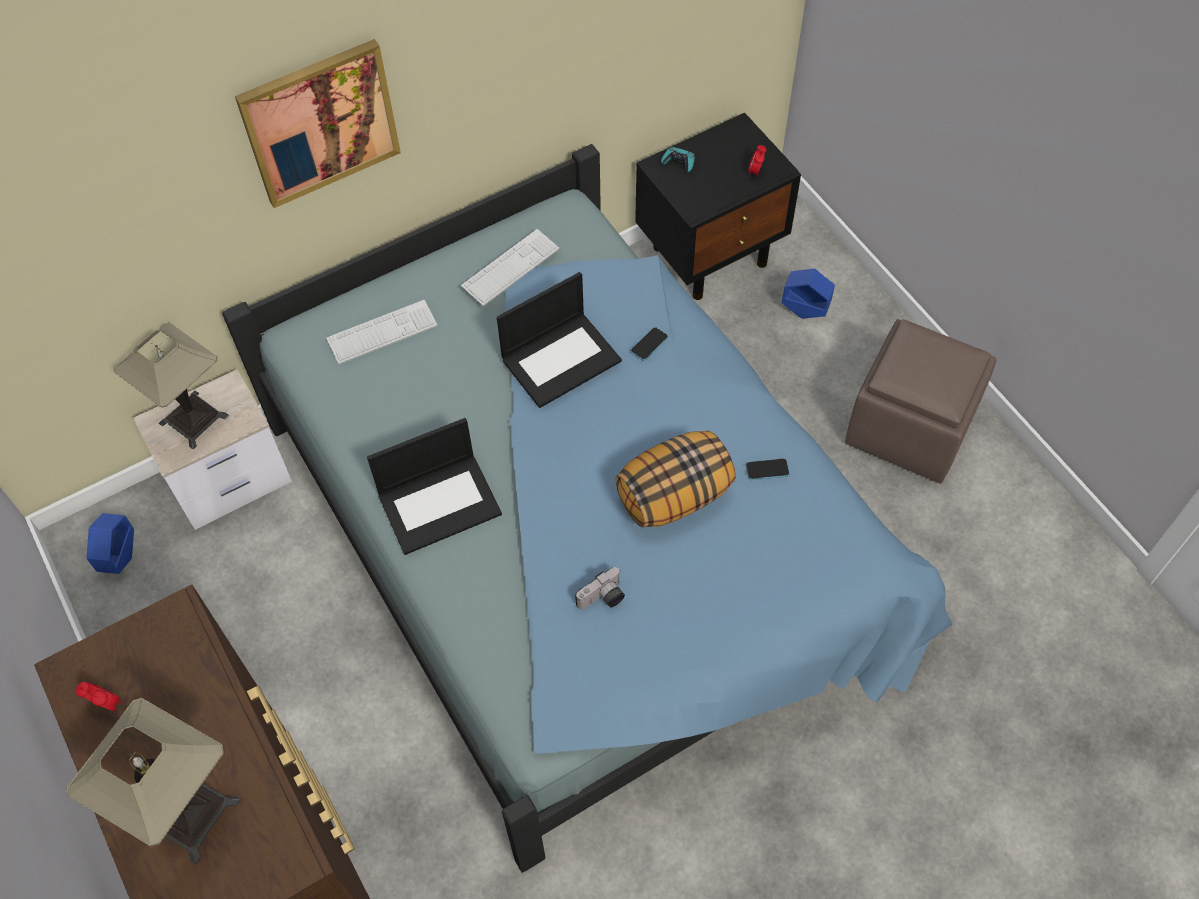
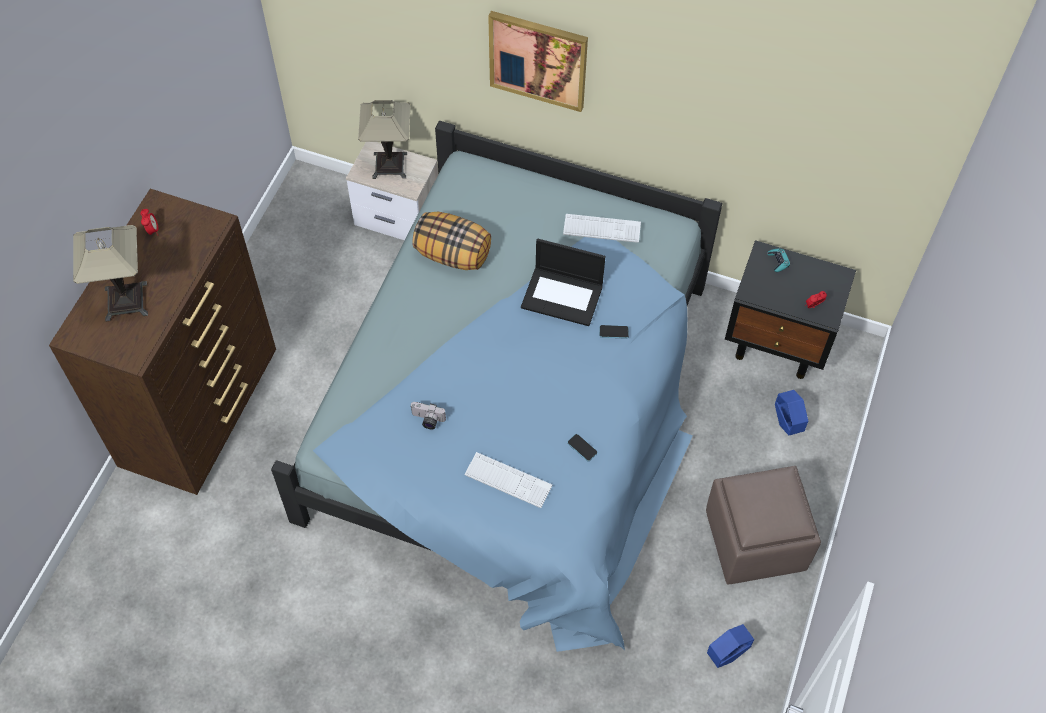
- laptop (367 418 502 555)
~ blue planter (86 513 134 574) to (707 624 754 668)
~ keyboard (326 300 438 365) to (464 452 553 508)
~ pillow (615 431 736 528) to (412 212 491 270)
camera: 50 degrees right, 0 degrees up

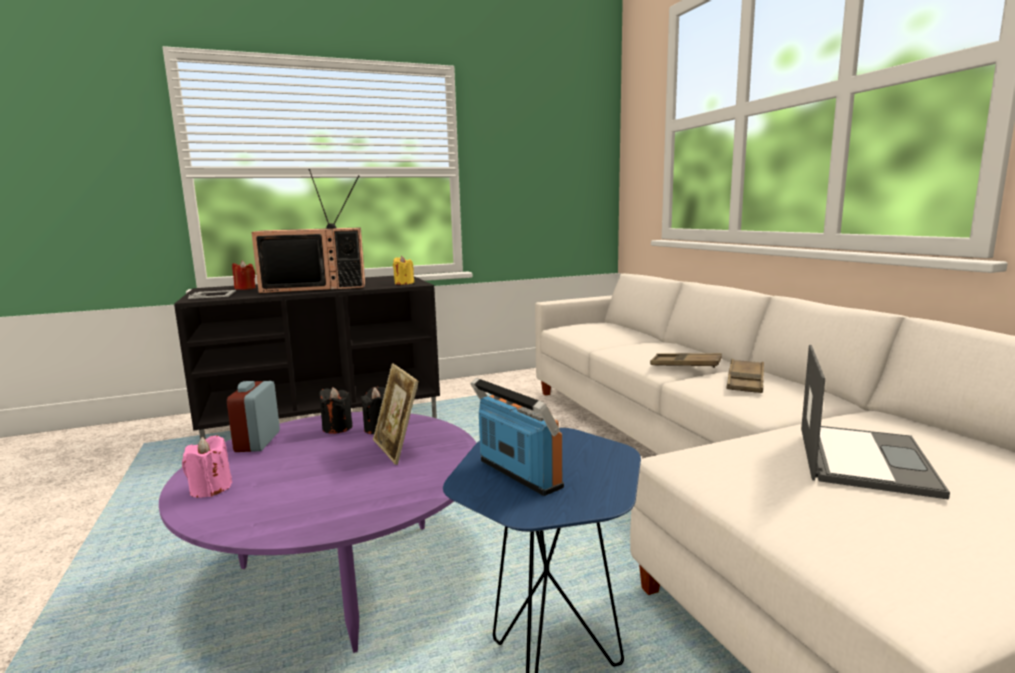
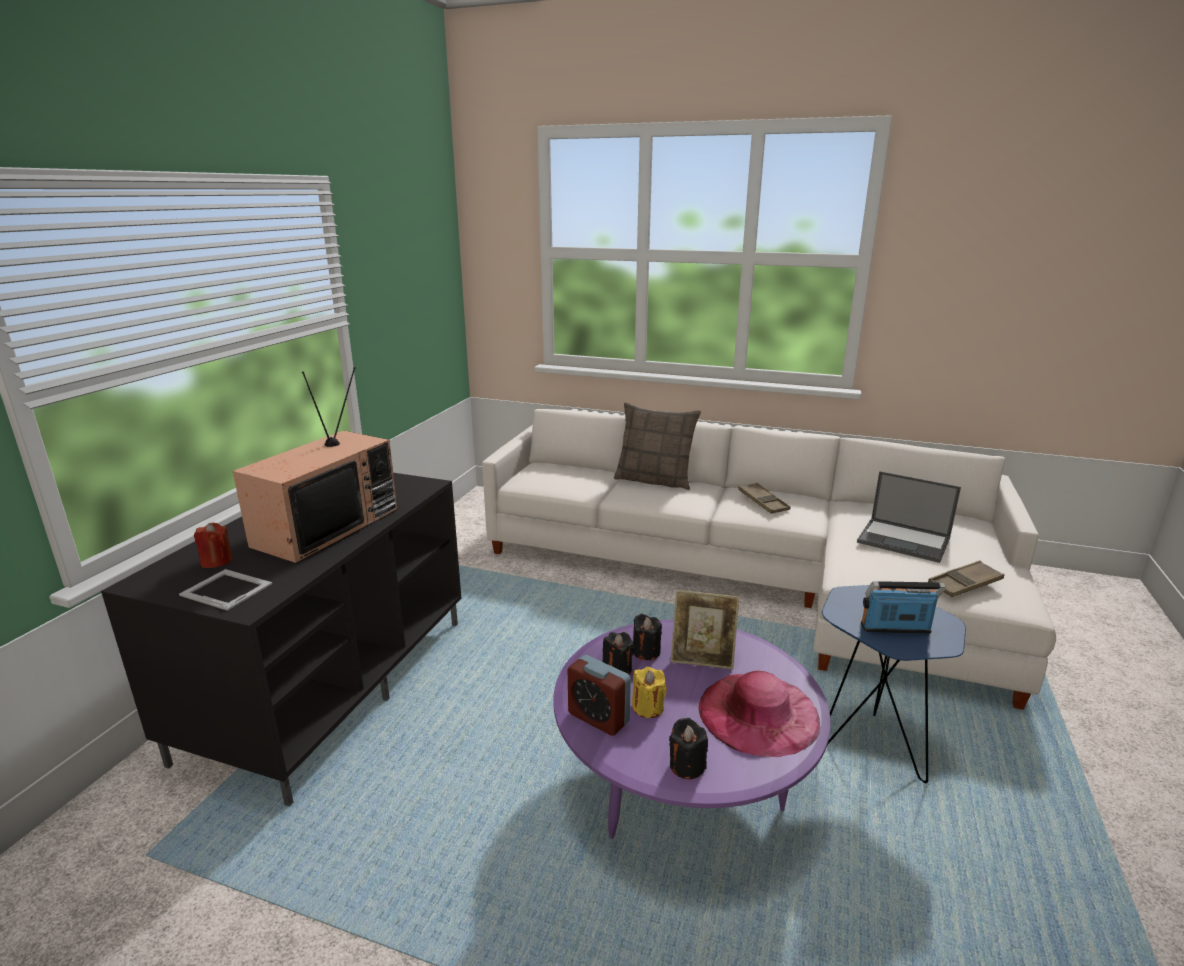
+ pillow (614 402 701 490)
+ pink hat (698 671 820 757)
~ yellow candle (393 256 414 285) to (632 667 667 718)
~ brown tray (650 353 722 368) to (928 560 1004 597)
~ pink candle (182 435 232 498) to black candle (669 718 708 780)
~ laptop (801 345 950 500) = (857 471 961 563) 150 degrees clockwise
camera: 50 degrees left, 10 degrees up

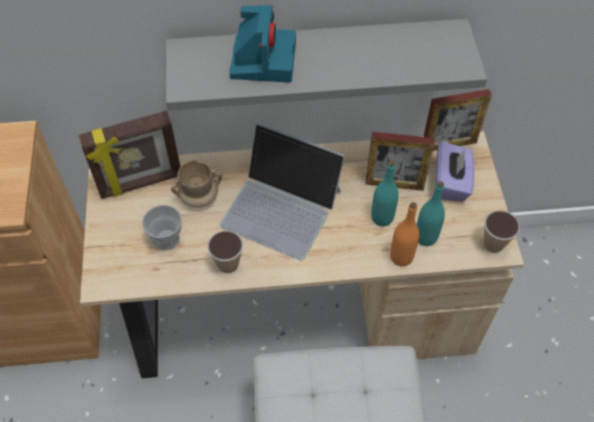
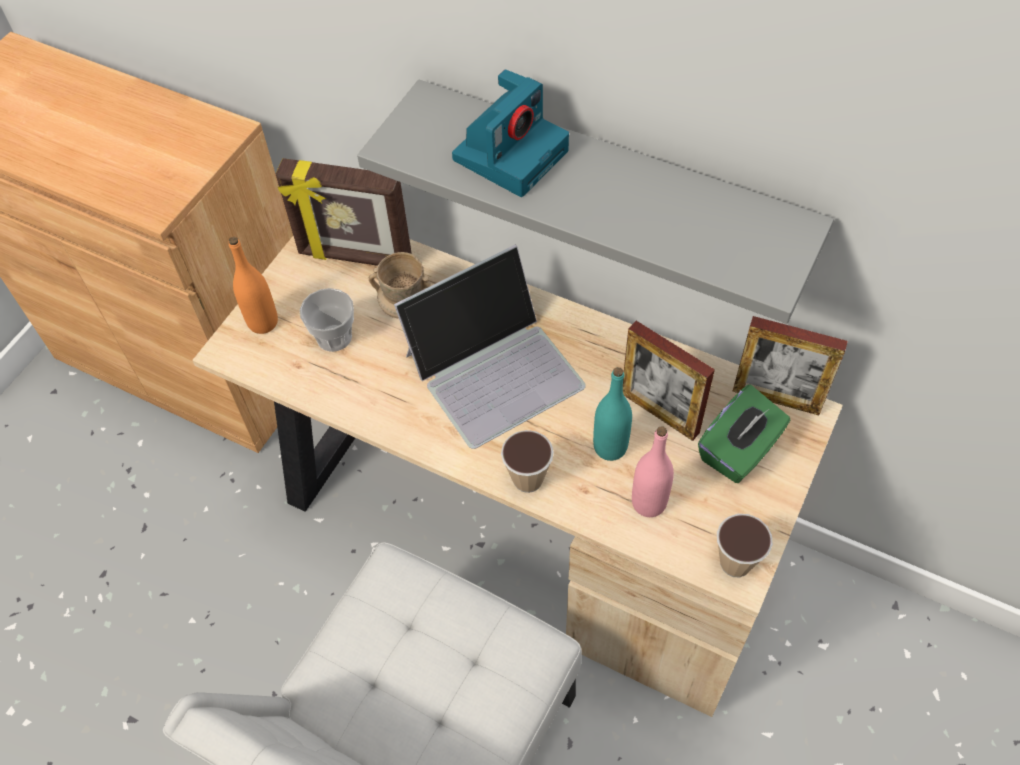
~ cup (208 231 243 273) to (501 430 554 493)
~ orange bottle (390 202 419 266) to (229 237 278 334)
~ turquoise bottle (417 181 445 246) to pink bottle (632 426 674 517)
~ purple tissue box (435 141 474 202) to green tissue box (698 385 790 483)
~ laptop (219 123 345 261) = (394 245 586 449) 90 degrees counterclockwise
camera: 35 degrees right, 0 degrees up

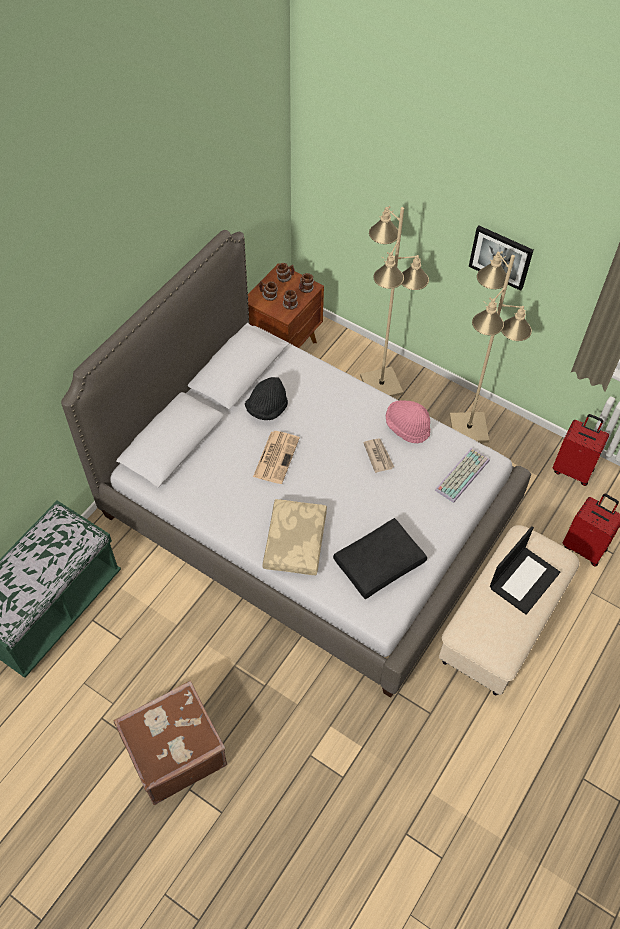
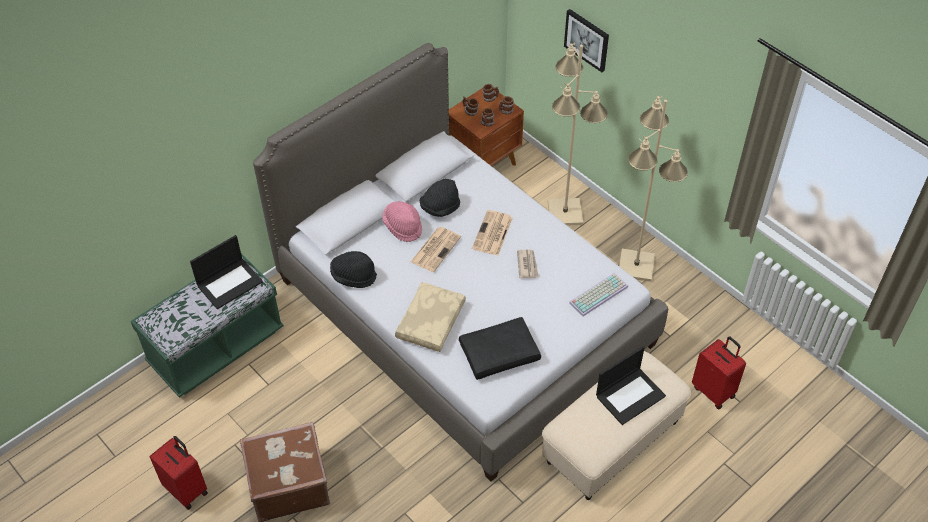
+ laptop (190 235 263 309)
+ black hat (330 251 377 288)
+ newspaper (472 210 513 255)
~ pink hat (386 400 430 443) to (382 201 422 242)
~ picture (469 226 533 291) to (564 9 609 72)
~ red suitcase (552 414 609 486) to (149 436 208 509)
camera: 15 degrees right, 5 degrees down

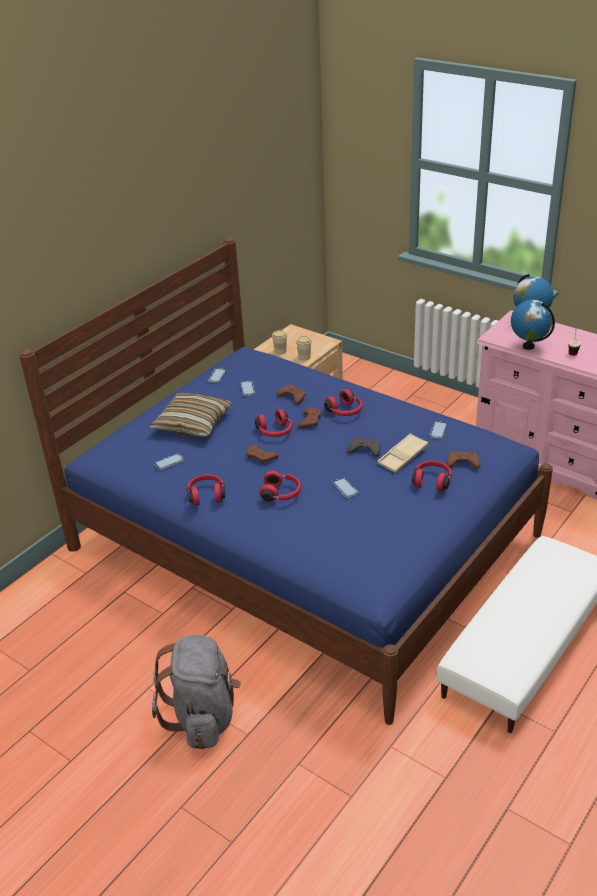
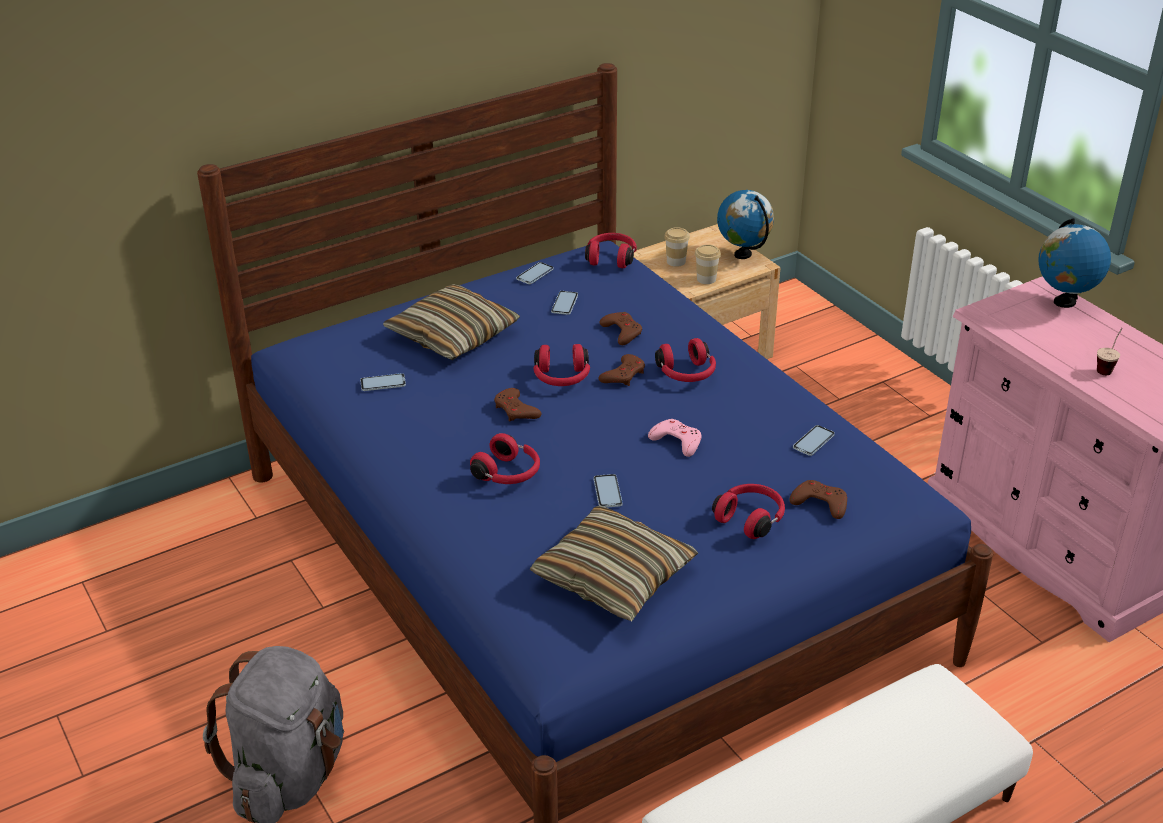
- beige tray (377 433 428 473)
+ pillow (530 505 698 621)
~ red headphones (187 474 225 505) to (585 233 637 268)
~ globe (511 300 555 350) to (717 190 774 259)
~ grey game controller (348 438 380 457) to pink game controller (648 419 702 457)
camera: 20 degrees right, 0 degrees up

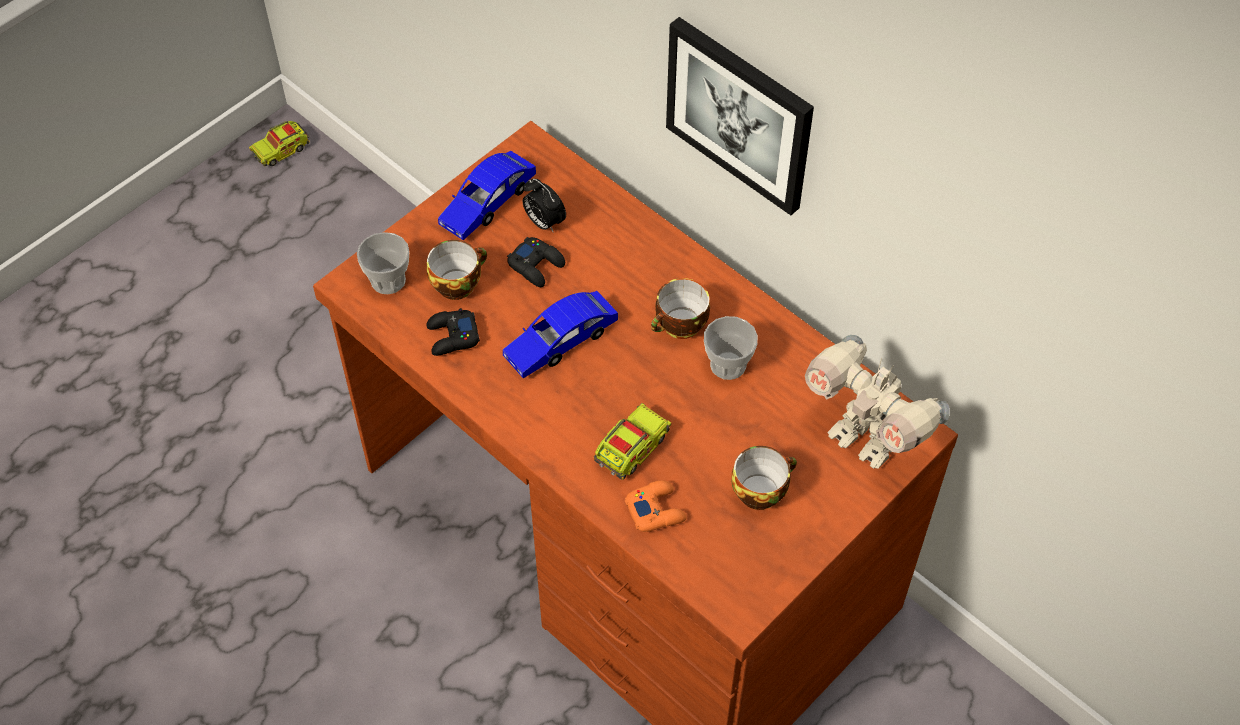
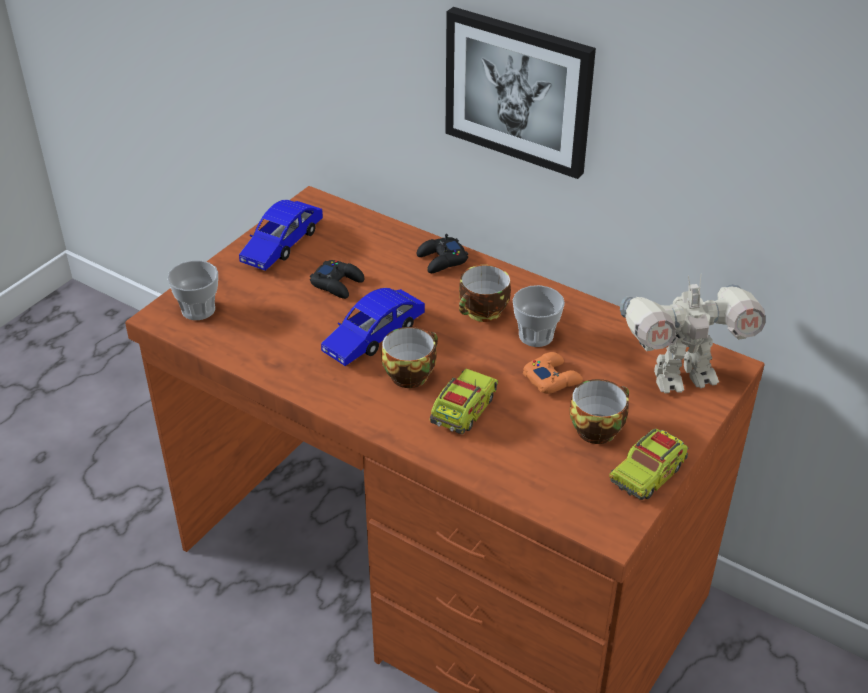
- alarm clock (523 179 566 233)
~ toy truck (249 121 310 166) to (609 429 689 500)
~ black game controller (426 308 480 356) to (417 234 468 273)
~ cup (427 240 487 300) to (381 327 438 388)
~ orange game controller (625 480 687 532) to (523 352 583 394)
~ toy robot (805 335 950 469) = (620 275 765 393) 45 degrees counterclockwise
camera: 10 degrees left, 15 degrees down

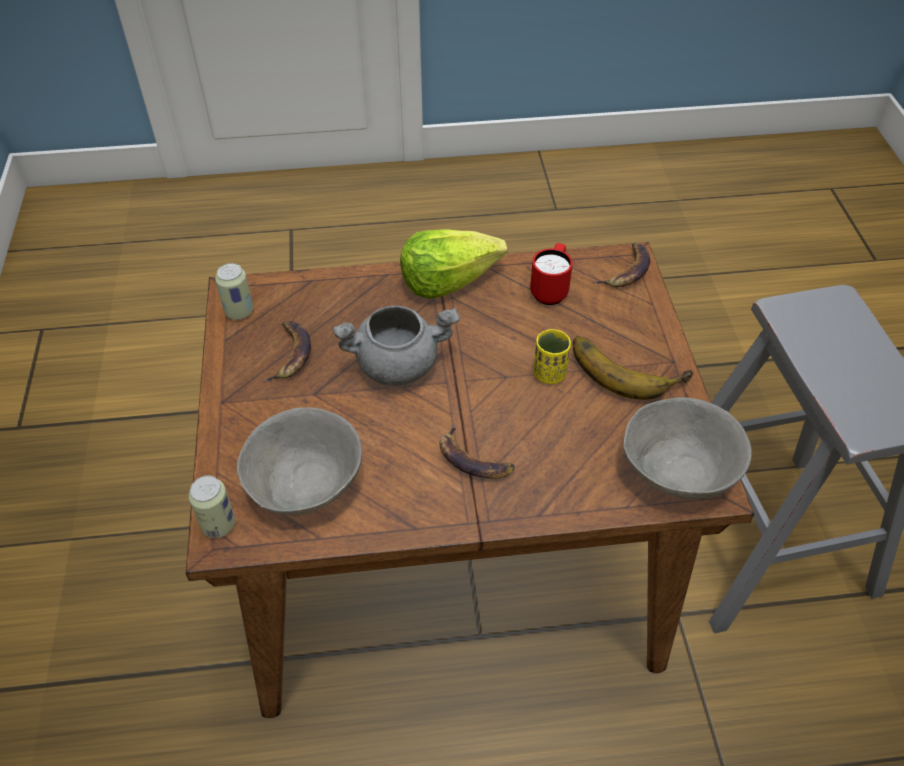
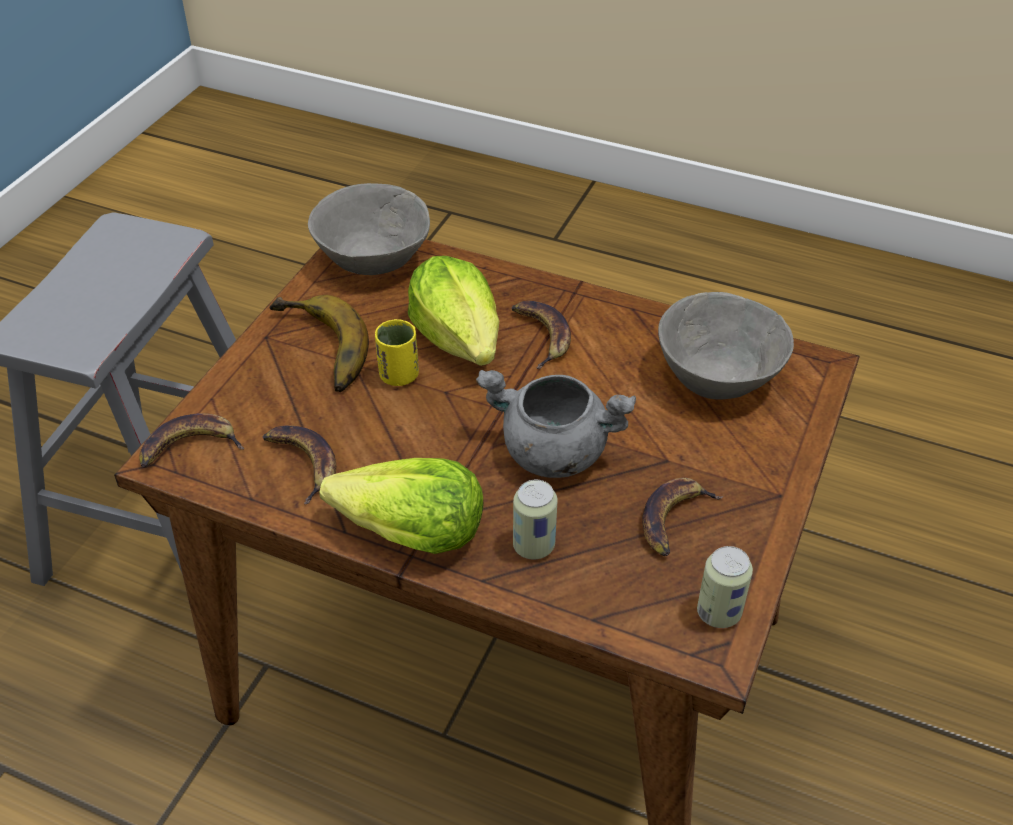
+ lettuce (408 256 499 366)
~ can (189 475 235 538) to (513 480 557 560)
~ red mug (530 243 573 305) to banana (262 425 336 504)
camera: 150 degrees left, 5 degrees down

